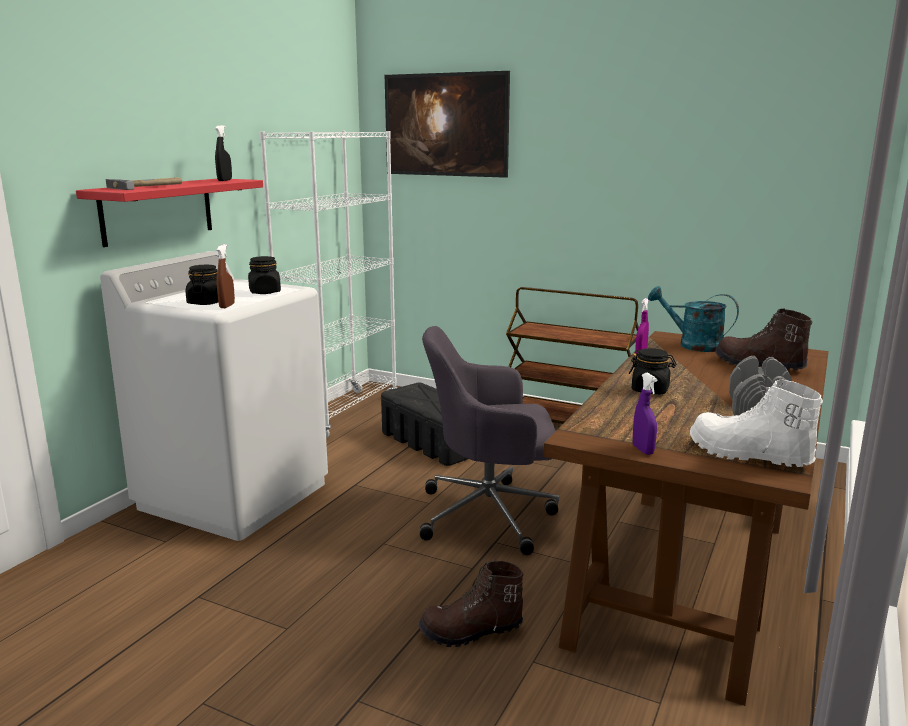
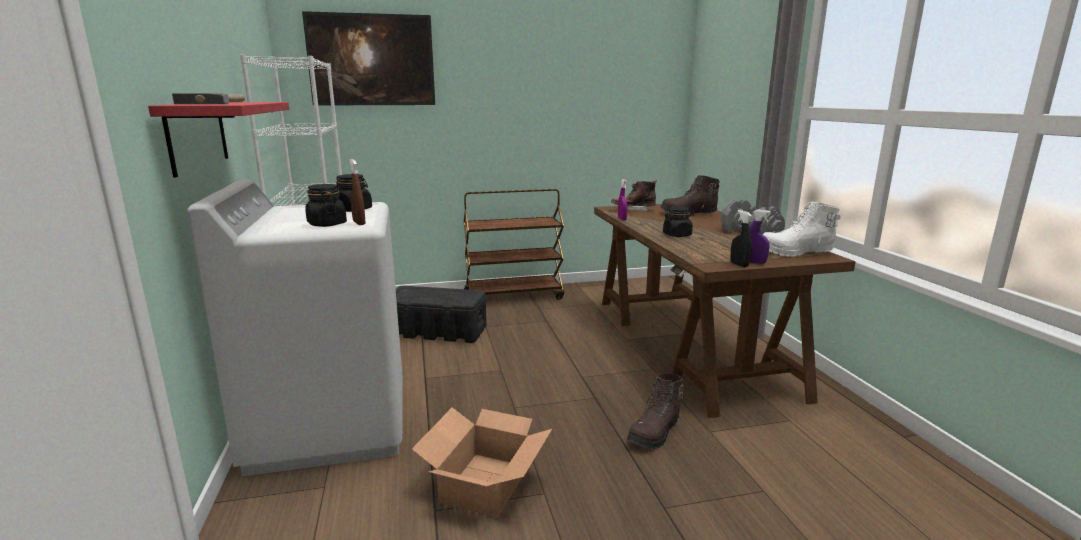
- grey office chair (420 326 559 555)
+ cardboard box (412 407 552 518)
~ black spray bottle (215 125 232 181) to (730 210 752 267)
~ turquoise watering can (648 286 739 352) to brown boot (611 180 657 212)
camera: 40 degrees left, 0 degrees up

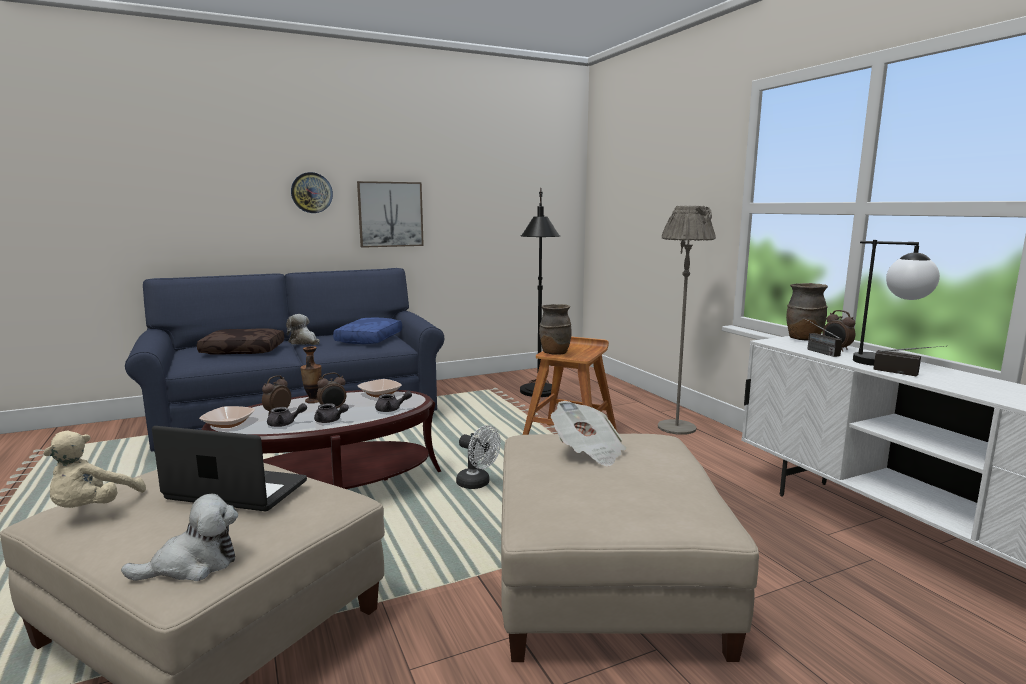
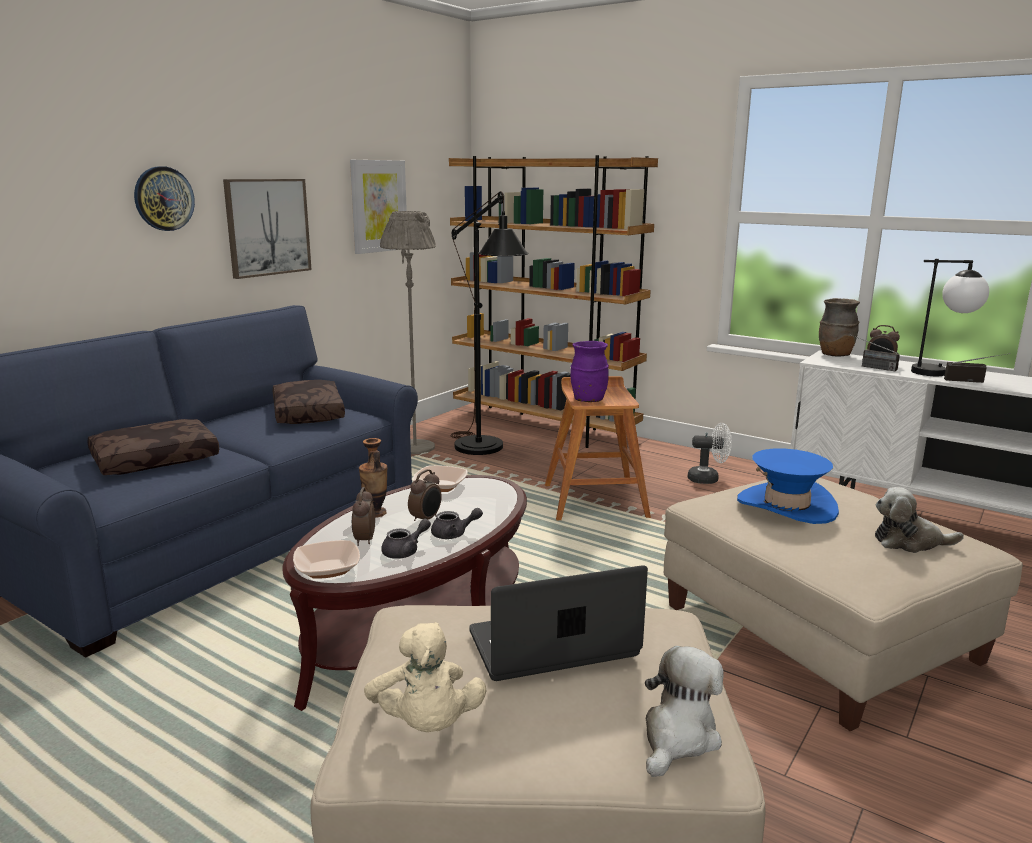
- grey teapot (375 391 412 412)
+ picture (350 160 407 254)
+ brown bookcase (449 155 658 448)
~ plush toy (286 314 320 345) to (875 487 964 553)
~ white fan (456 425 501 489) to (688 423 732 484)
~ grey floor lamp (658 206 716 435) to (380 211 436 454)
~ newspaper (551 401 627 467) to blue hat (737 448 839 524)
~ blue pillow (333 318 402 344) to brown pillow (273 380 345 424)
~ brown vase (539 304 572 355) to purple vase (570 341 609 402)
camera: 30 degrees left, 5 degrees up

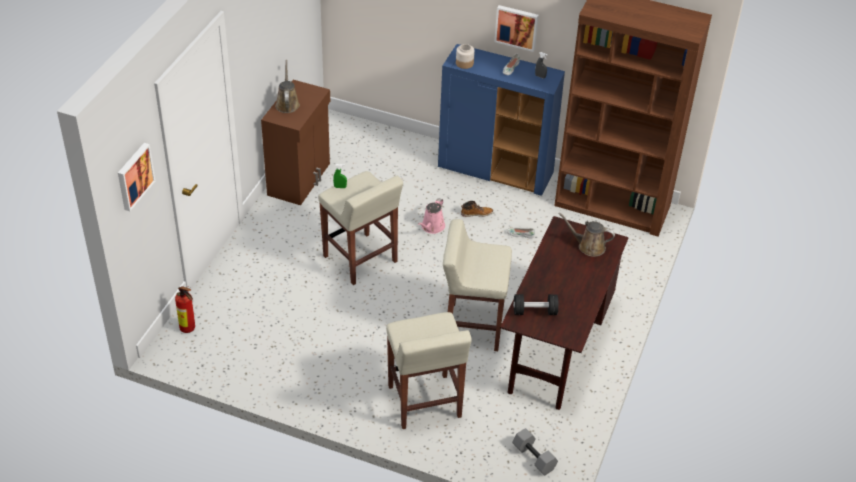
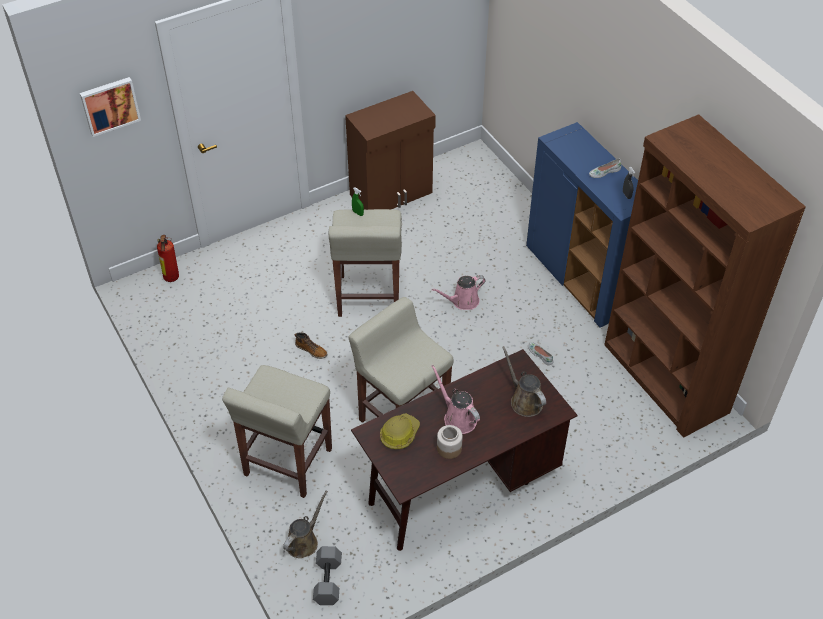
- picture (494 5 539 52)
+ pink watering can (431 365 480 434)
~ brown watering can (275 60 300 113) to (283 490 328 558)
~ jar (456 44 475 69) to (437 425 463 459)
~ boot (461 201 493 217) to (295 332 328 359)
~ black dumbbell (513 294 558 315) to hard hat (380 413 420 450)
camera: 40 degrees right, 5 degrees up

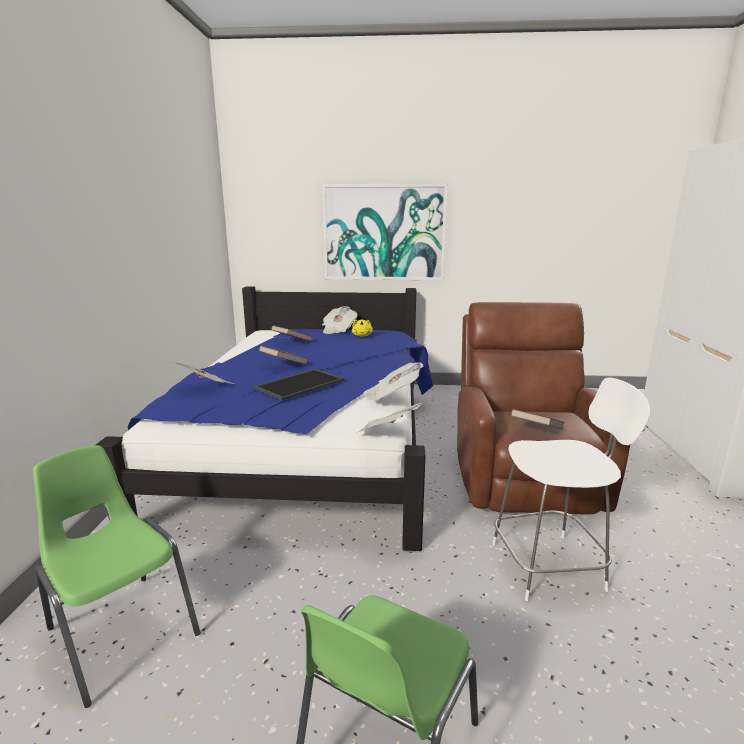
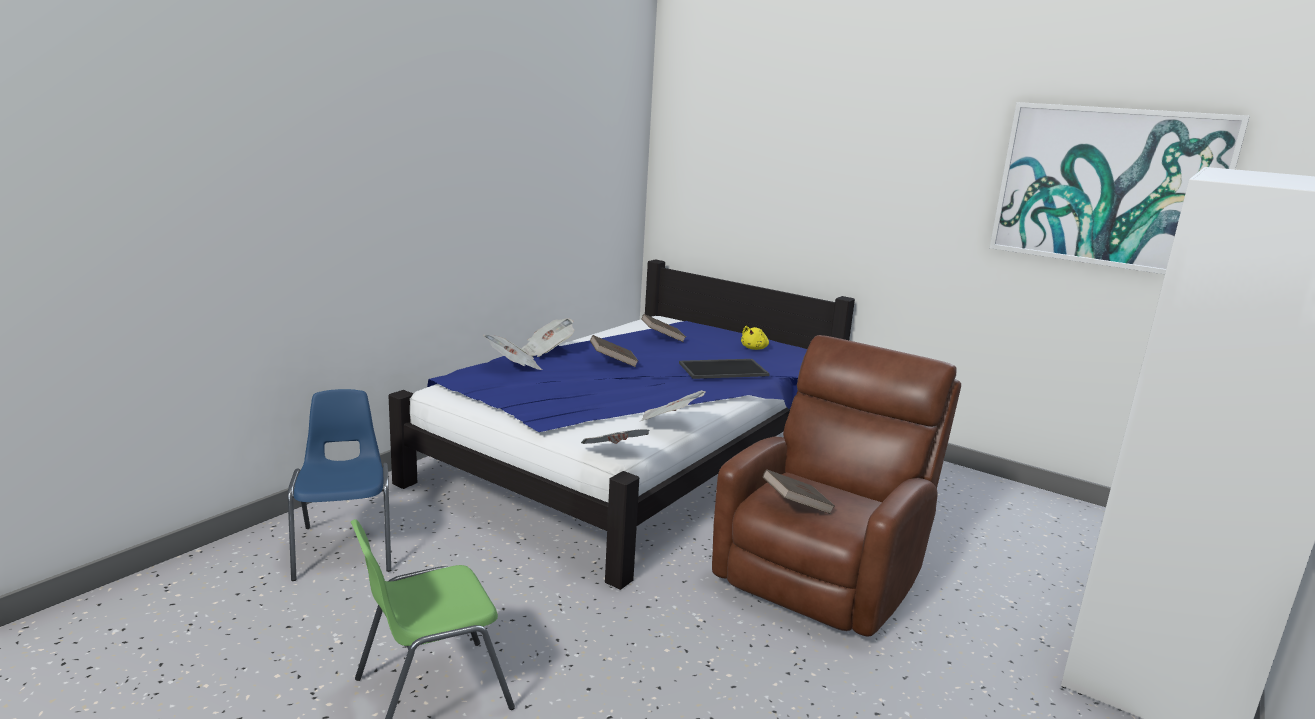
- white chair (492 377 650 601)
~ tray (254 369 344 401) to (679 359 770 379)
~ picture (322 184 448 280) to (990 102 1250 274)
~ newspaper (322 306 358 334) to (521 318 574 357)
~ green chair (33 445 200 708) to blue chair (288 389 391 581)
camera: 30 degrees right, 0 degrees up

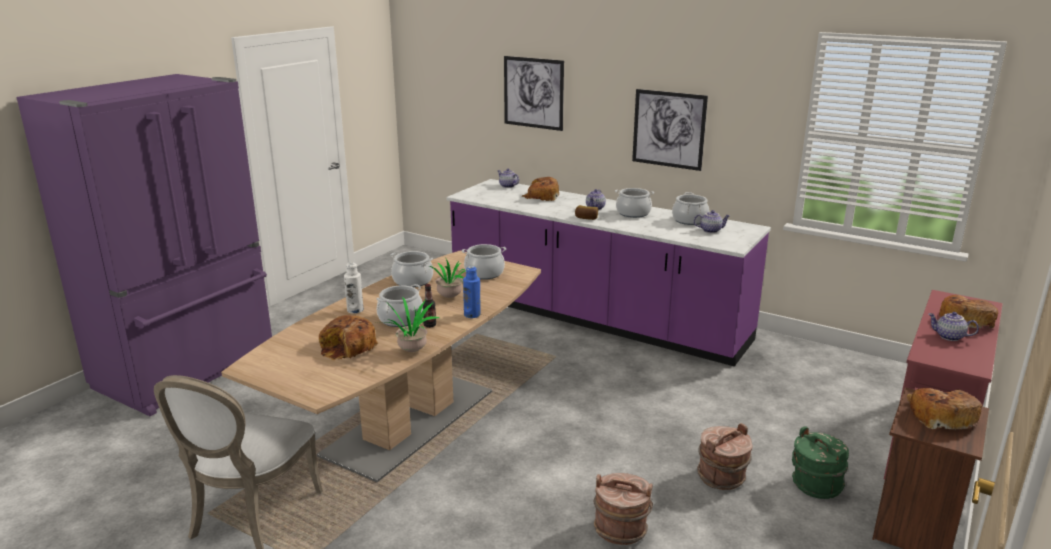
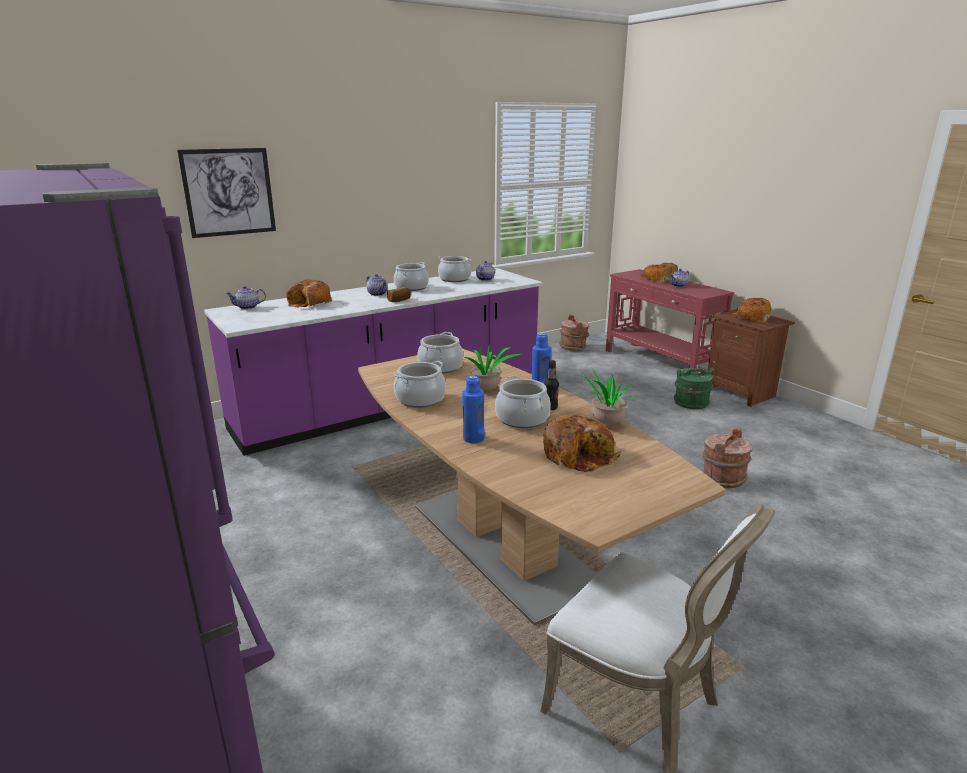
- picture (632 89 708 171)
~ brown bucket (697 423 752 490) to (559 315 589 351)
~ white bottle (344 262 364 314) to blue bottle (462 375 485 443)
camera: 65 degrees left, 0 degrees up

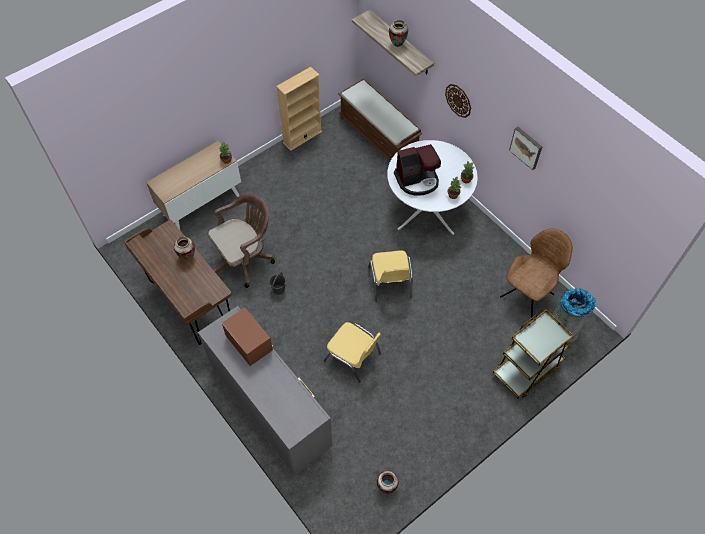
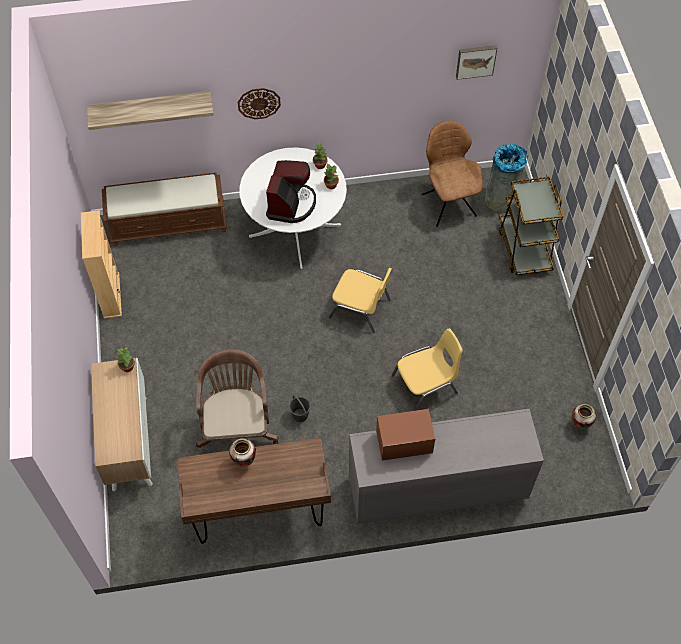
- vase (389 19 408 47)
~ picture (509 127 542 170) to (456 45 497 80)
camera: 60 degrees left, 0 degrees up

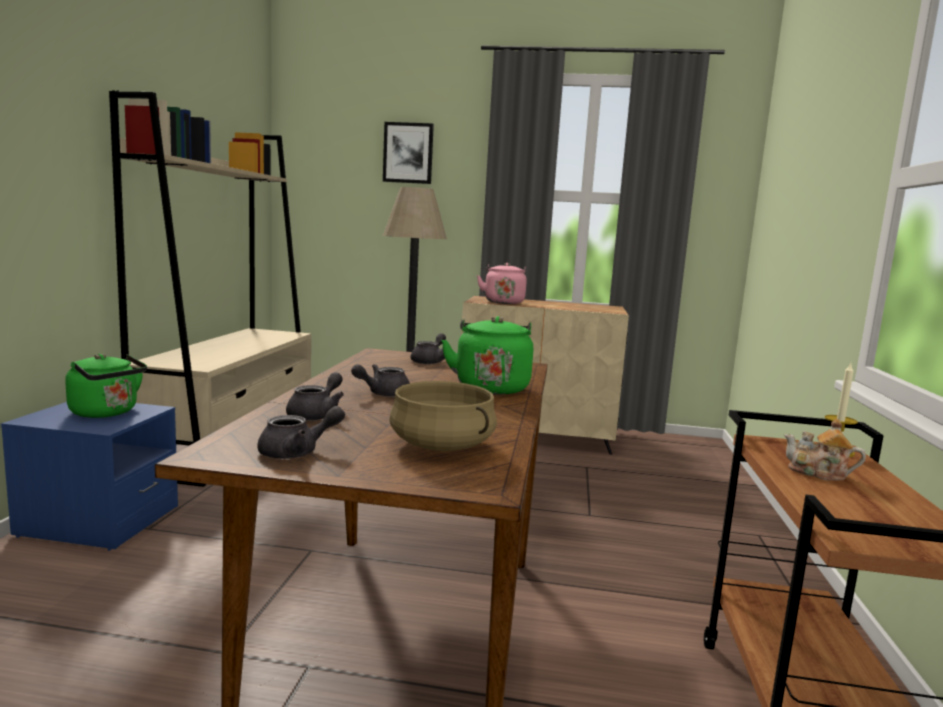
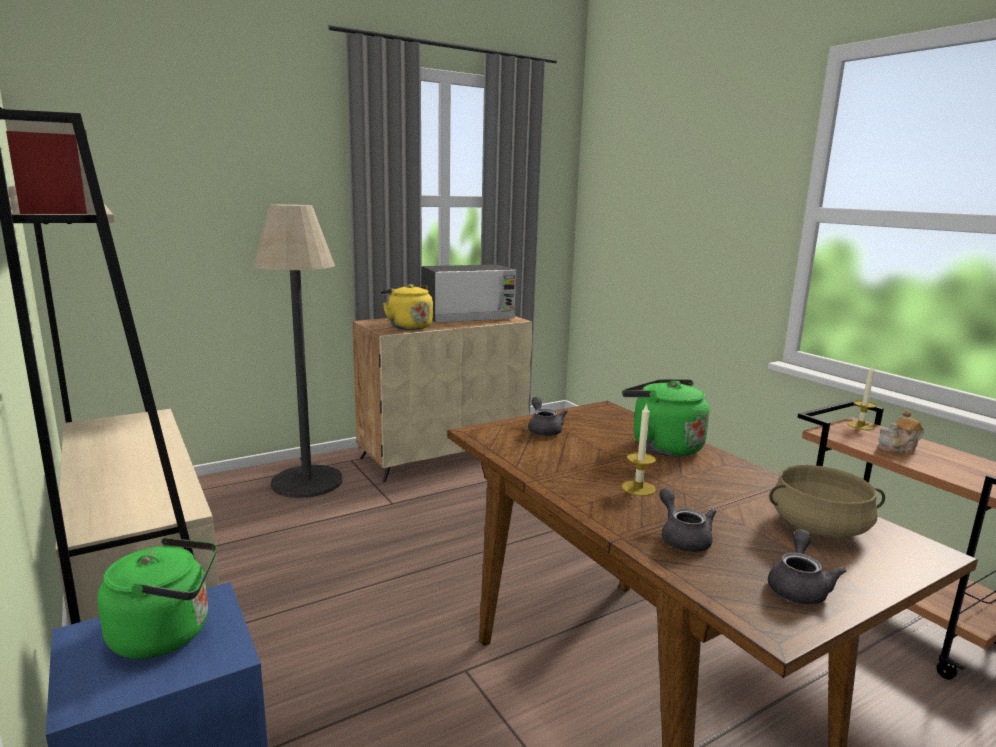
- picture (383 122 434 184)
+ microwave (421 264 516 323)
~ grey teapot (351 364 410 397) to candle (622 403 656 496)
~ pink kettle (477 263 527 304) to yellow kettle (380 284 433 330)
camera: 40 degrees left, 5 degrees up

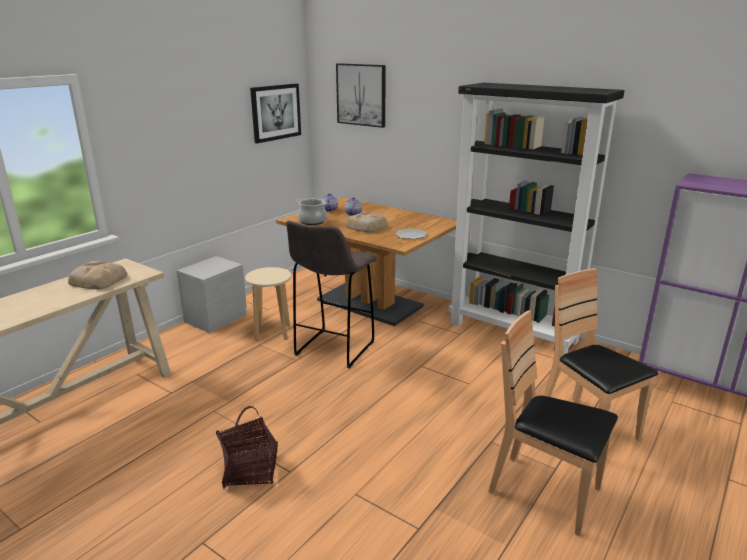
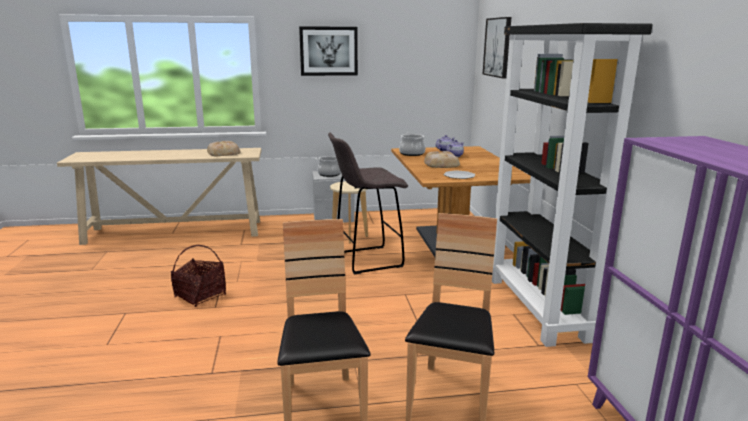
+ cooking pot (315 156 341 177)
~ picture (250 83 301 143) to (299 26 358 76)
camera: 45 degrees right, 5 degrees down

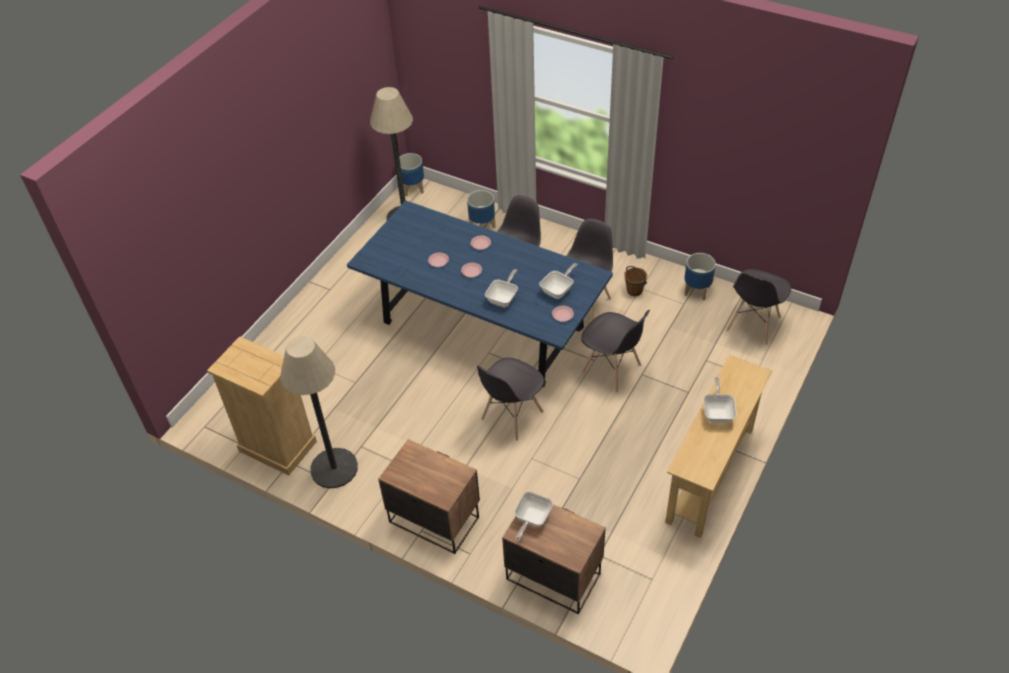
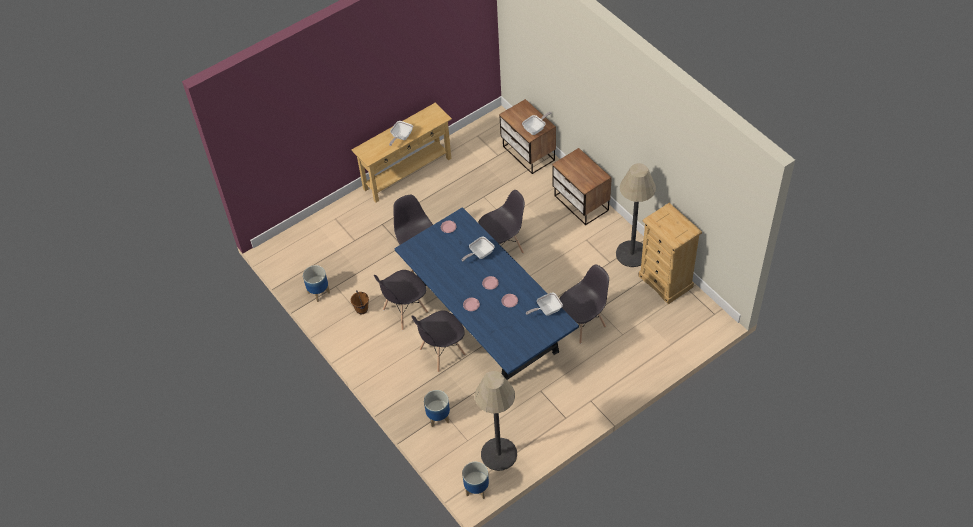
~ frying pan (539 263 578 299) to (526 293 563 316)
~ grey chair (726 269 791 345) to (559 264 609 344)
camera: 155 degrees left, 5 degrees up

